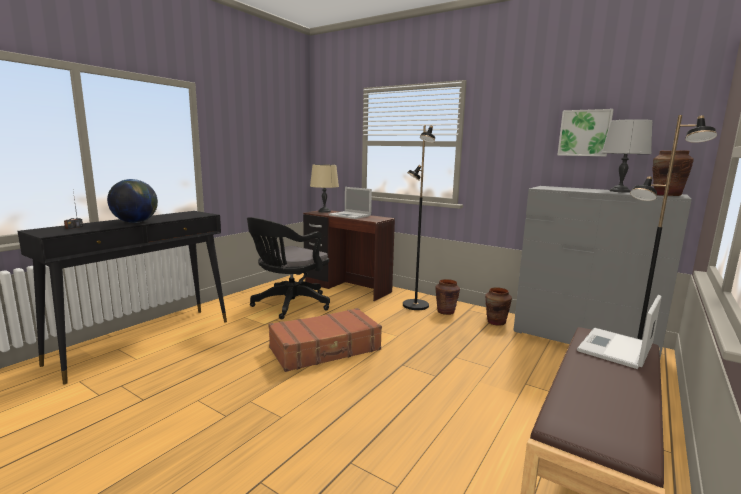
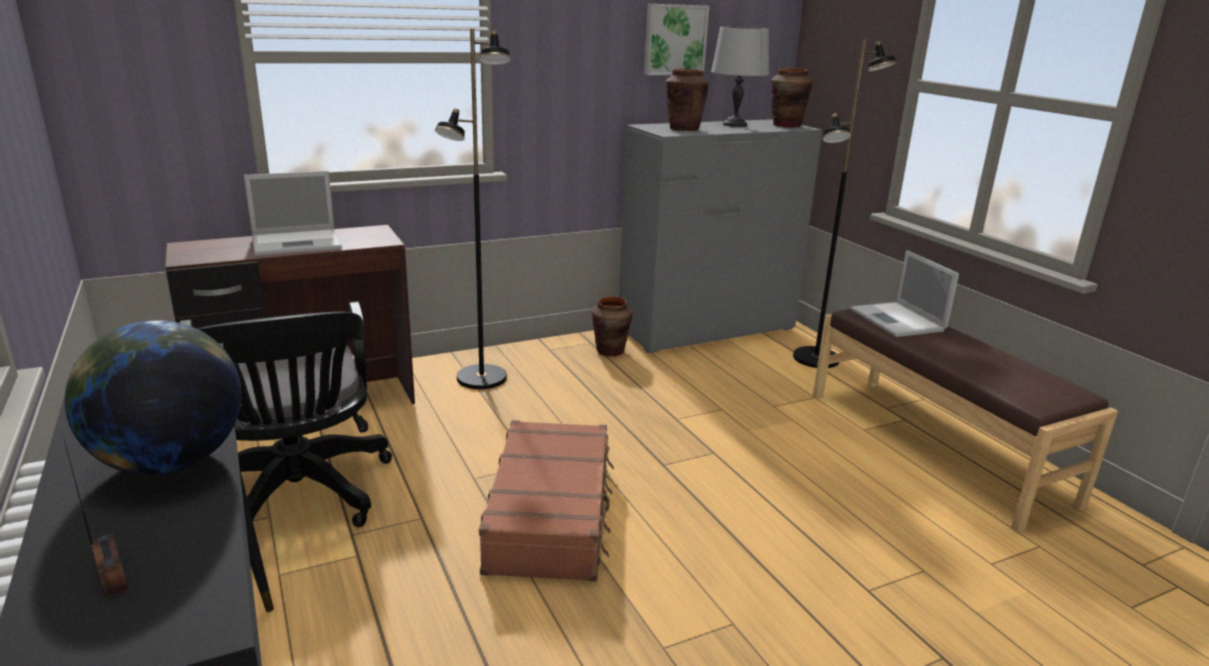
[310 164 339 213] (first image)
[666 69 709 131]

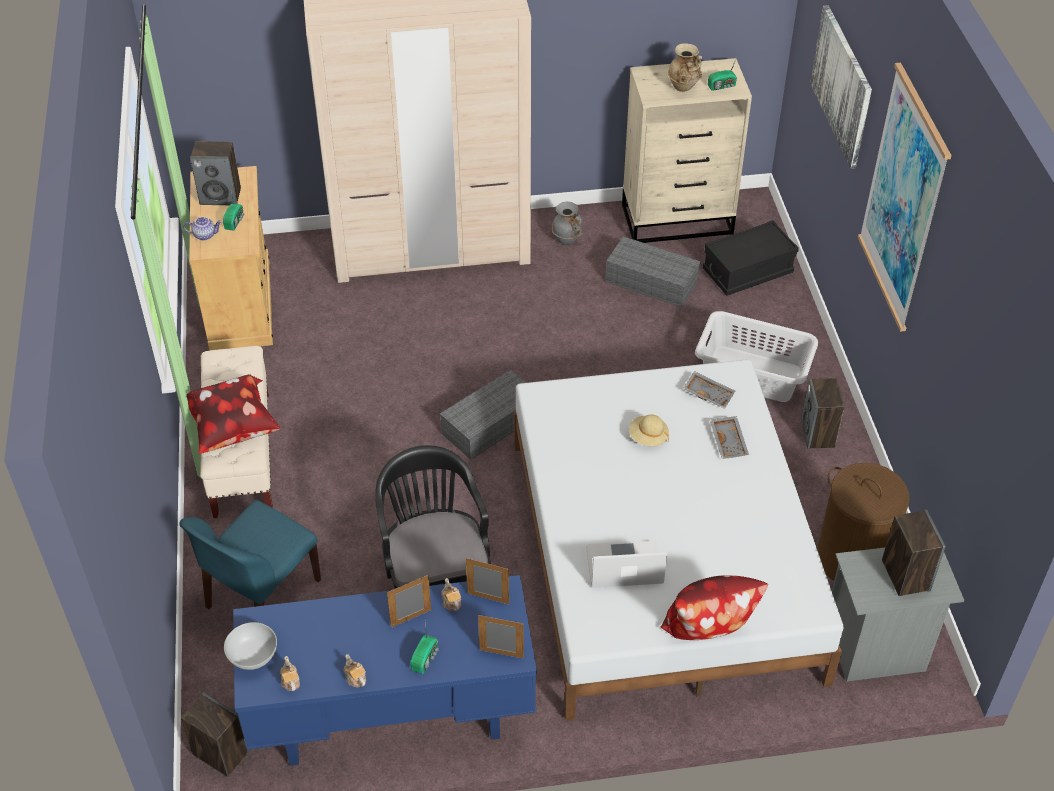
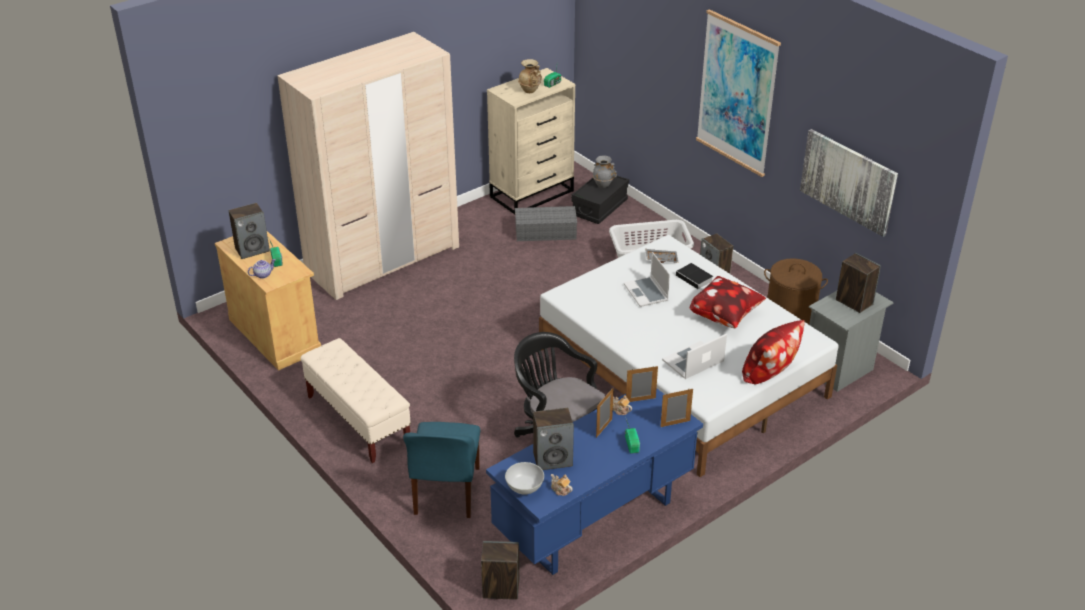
[344 654 366 687] (first image)
[440 369 527 460] (first image)
[533 408 574 470]
[690 276 766 328]
[593 155 617 188]
[800 129 898 237]
[624 252 670 307]
[676 263 713 289]

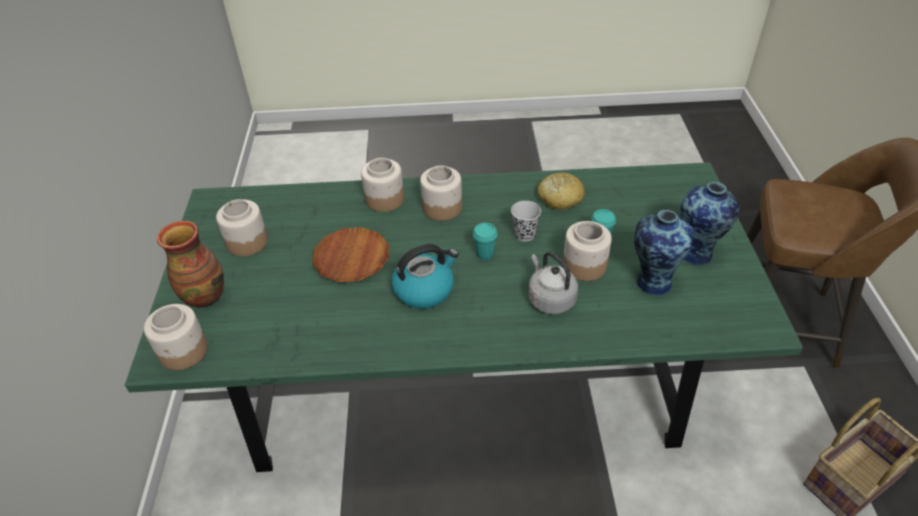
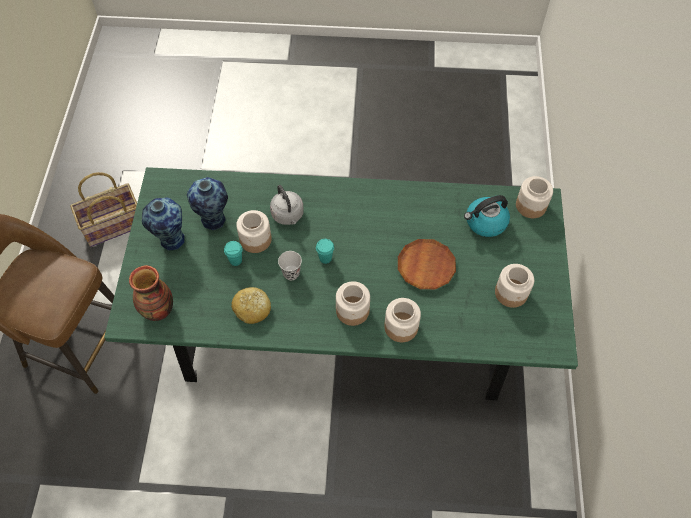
[129 265 173 321]
[464 195 510 237]

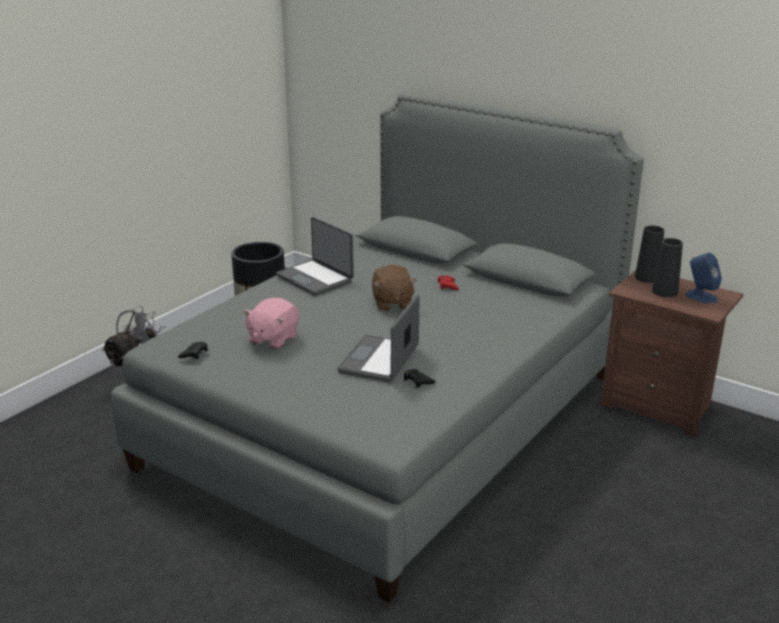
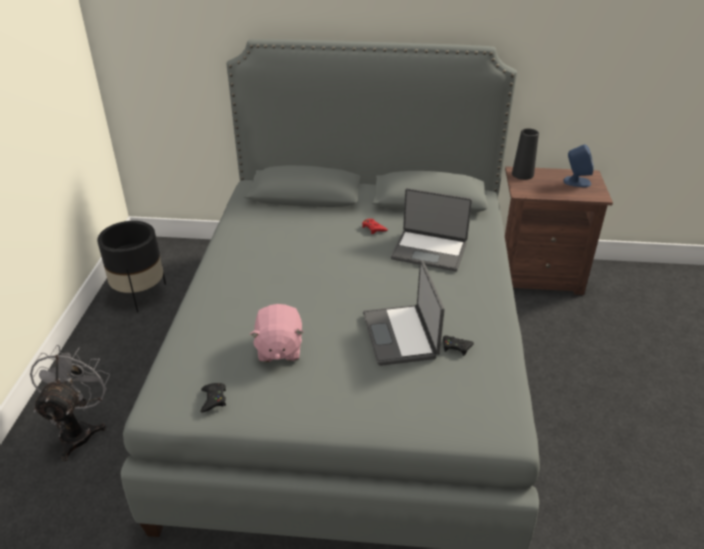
[372 265 417 311] (first image)
[652 238 683 297] (first image)
[391 188 472 271]

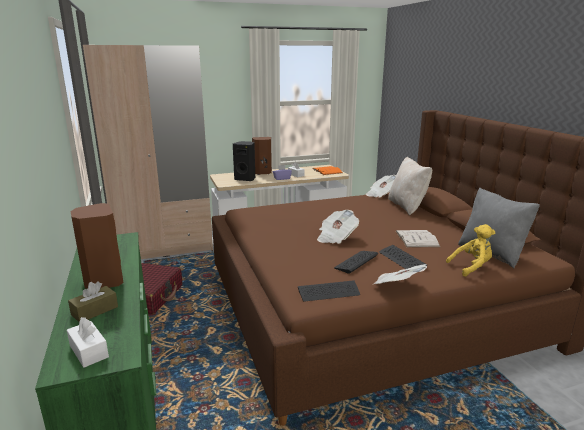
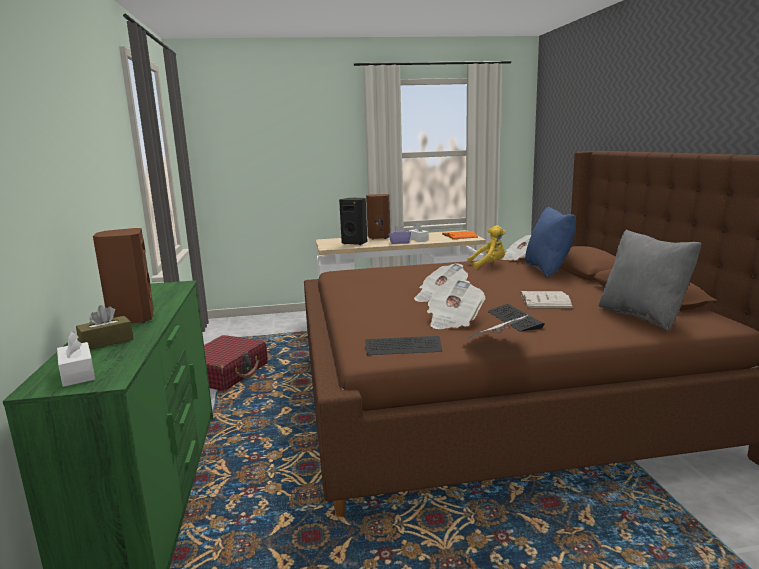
[83 45 213 259] (first image)
[467 225 506 270]
[427 280 485 329]
[525 207 576 278]

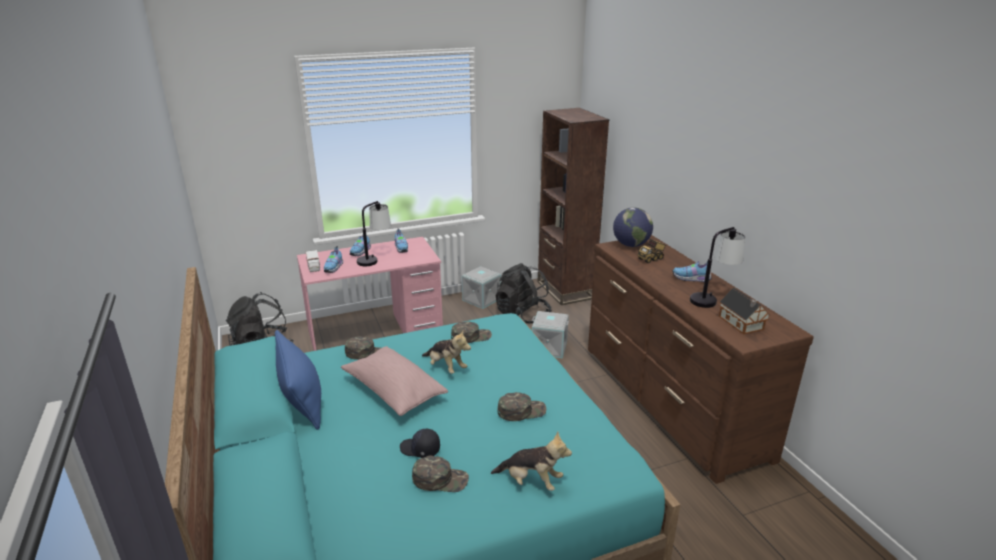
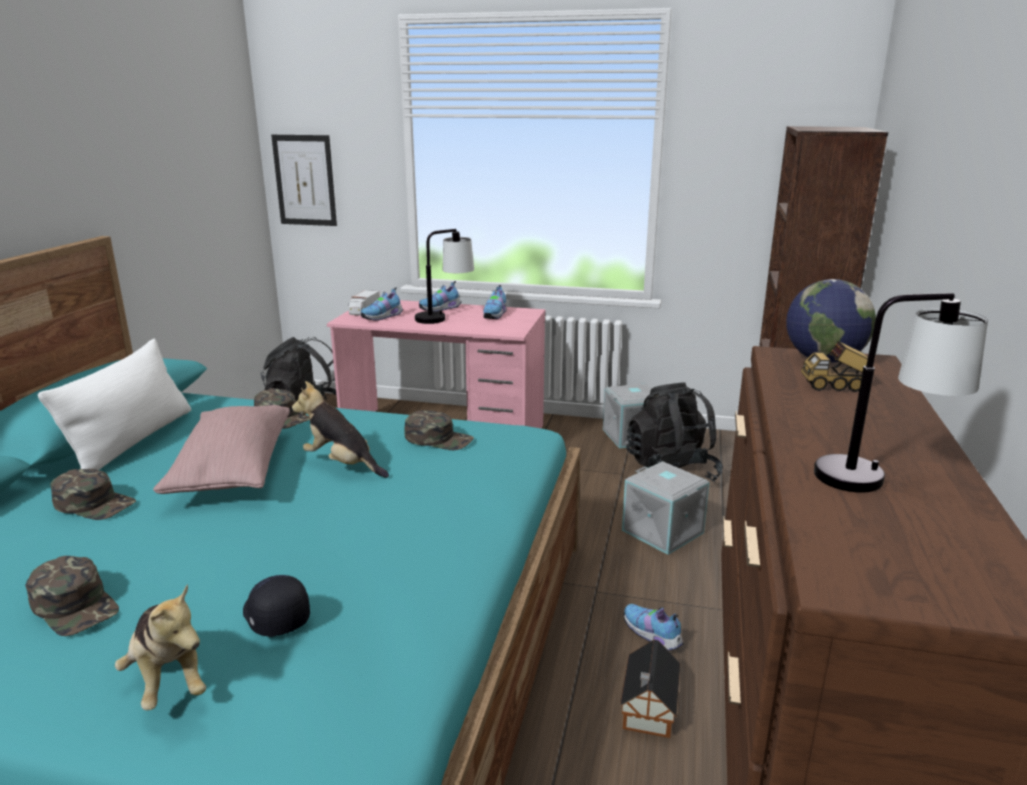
[271 135 337 226]
[243 575 310 637]
[50 469 136 520]
[624 604 684 651]
[620 640 681 738]
[38 339 191 470]
[292 381 389 478]

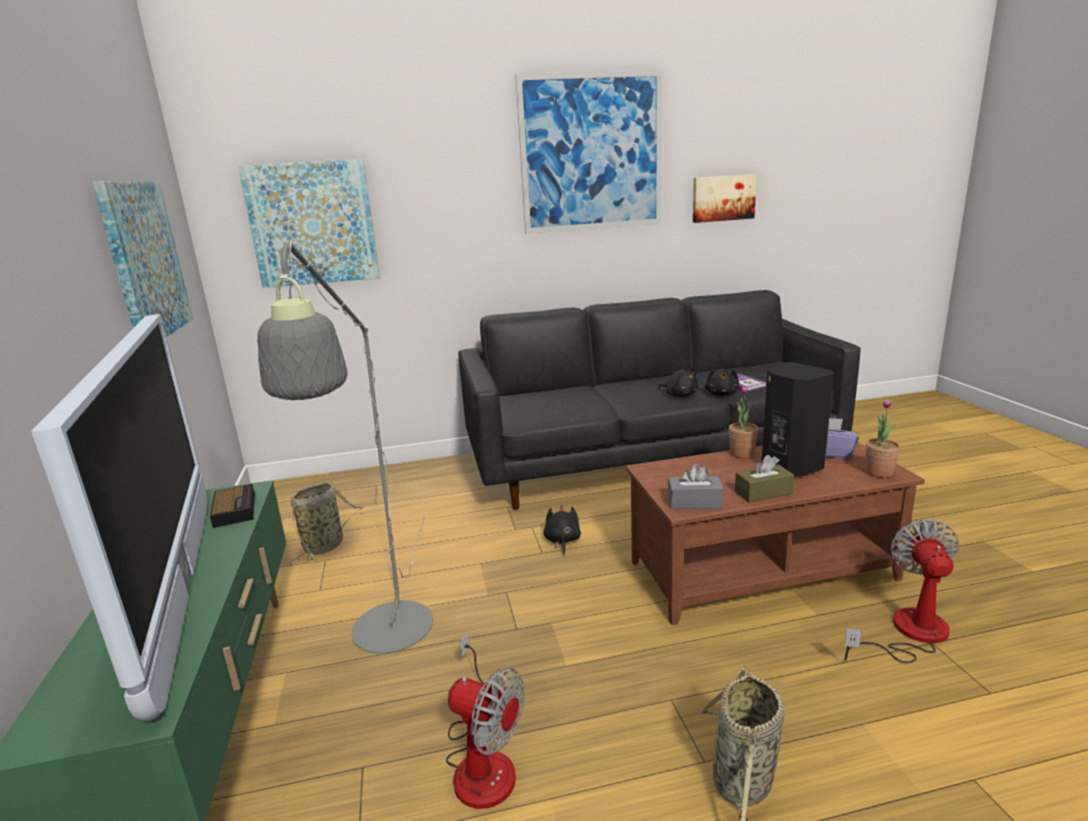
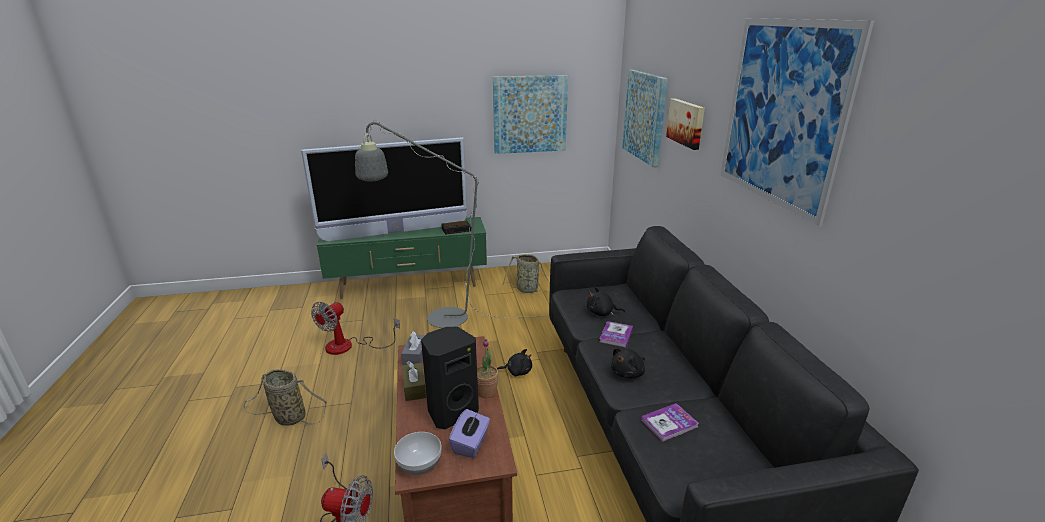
[599 321 633 347]
[666 98 705 150]
[587 287 625 316]
[394 432 441 475]

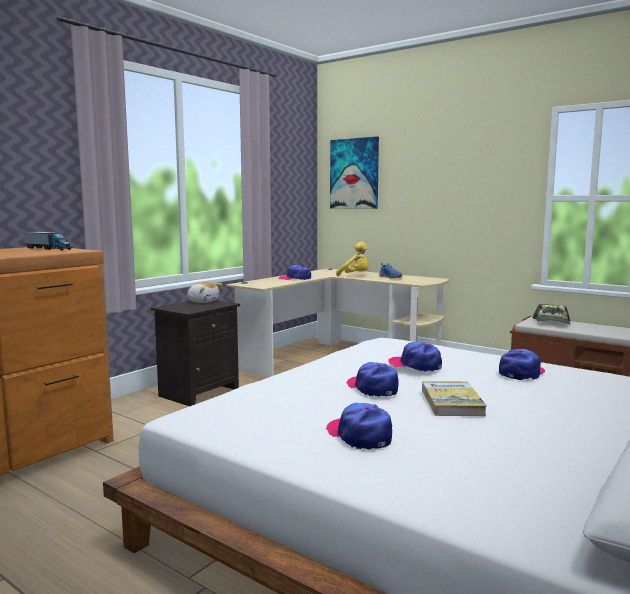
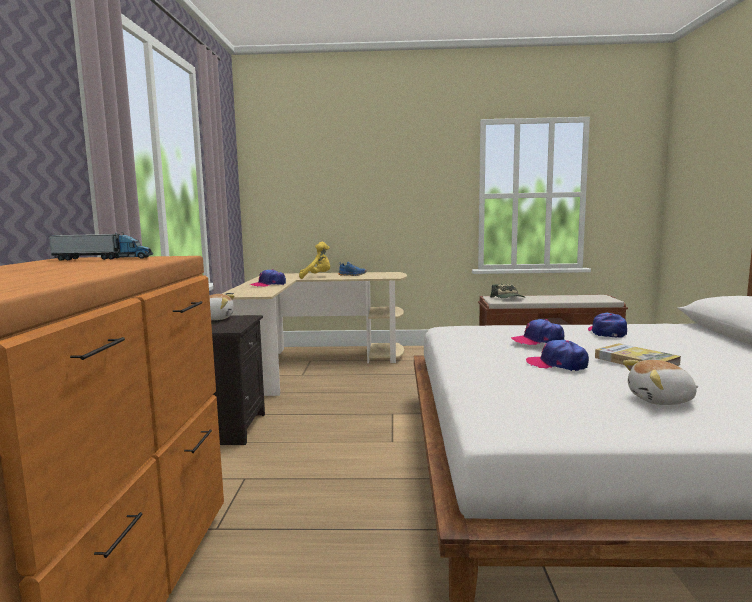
[330 136 379 209] (first image)
[623 360 699 405]

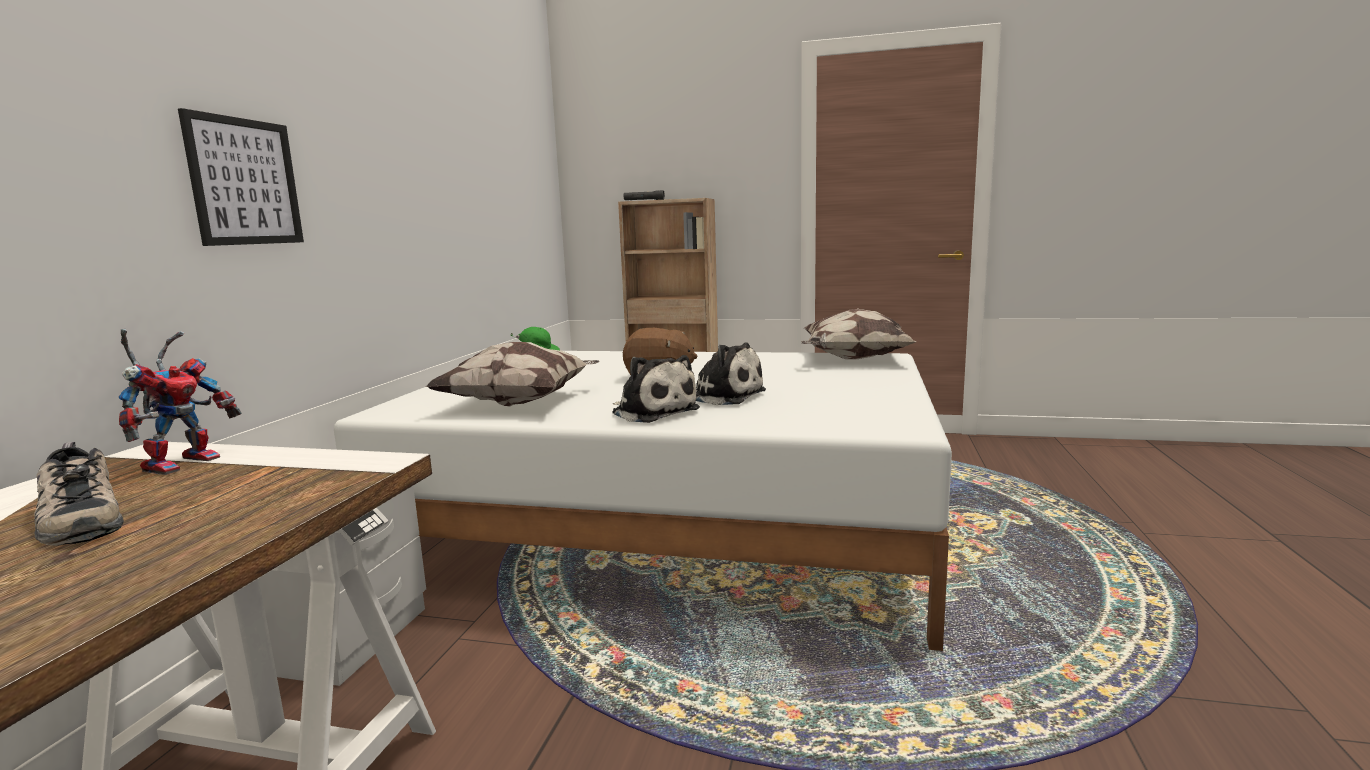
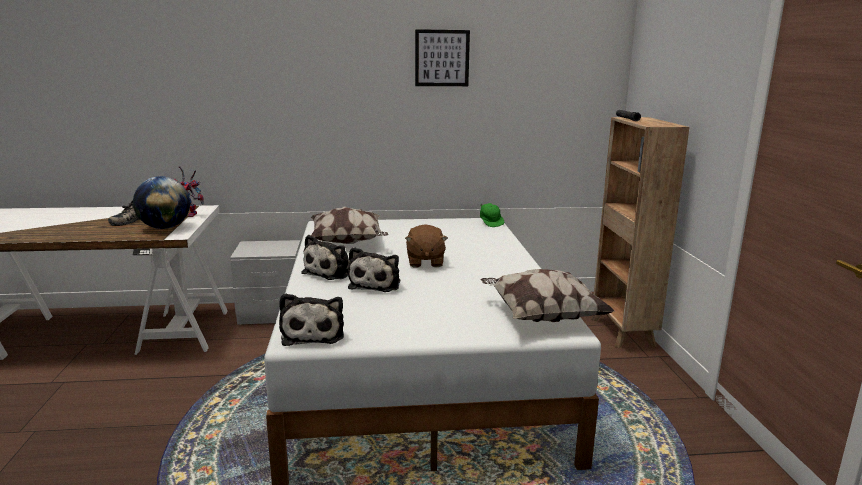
[133 176 190 229]
[279 293 344 346]
[415 29 470 86]

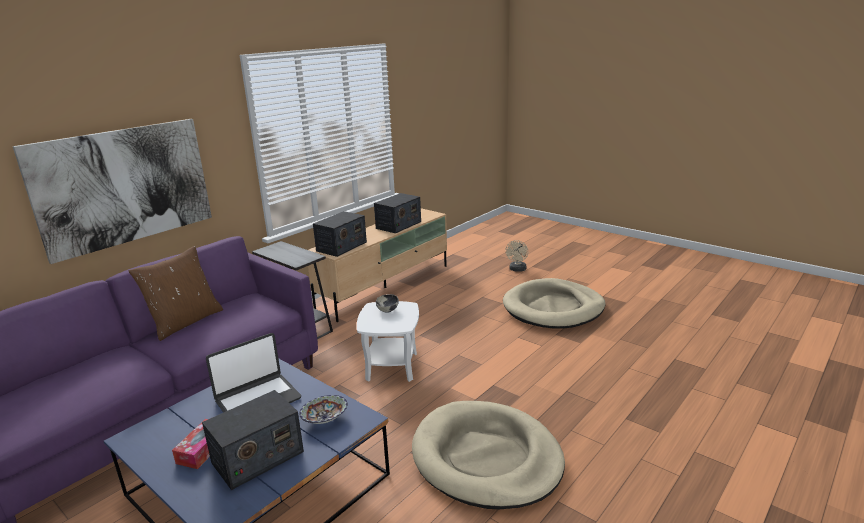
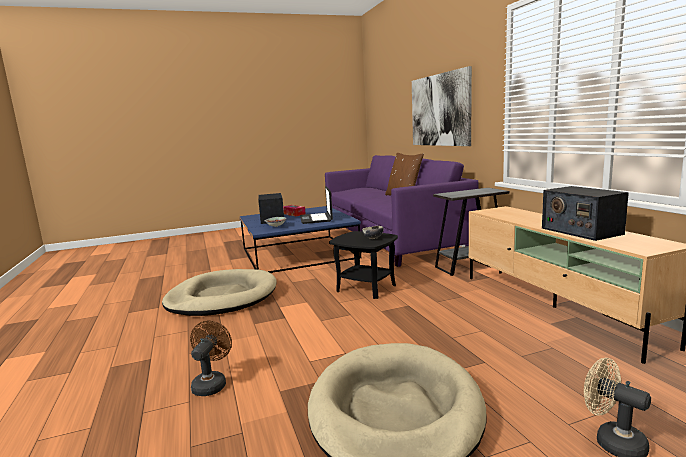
[313 211 367 257] (first image)
[190 320 232 396]
[329 231 398 299]

